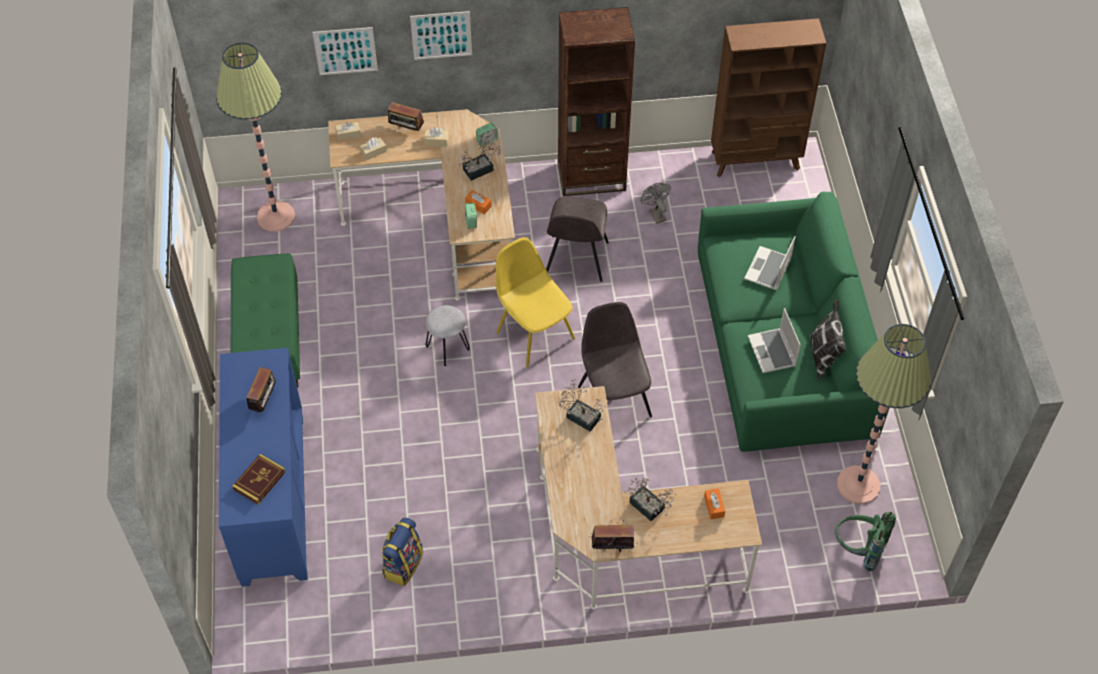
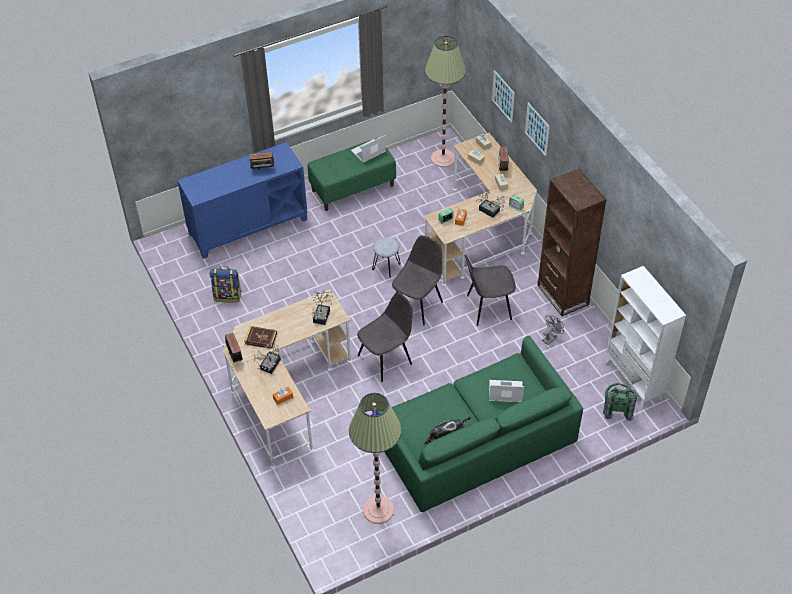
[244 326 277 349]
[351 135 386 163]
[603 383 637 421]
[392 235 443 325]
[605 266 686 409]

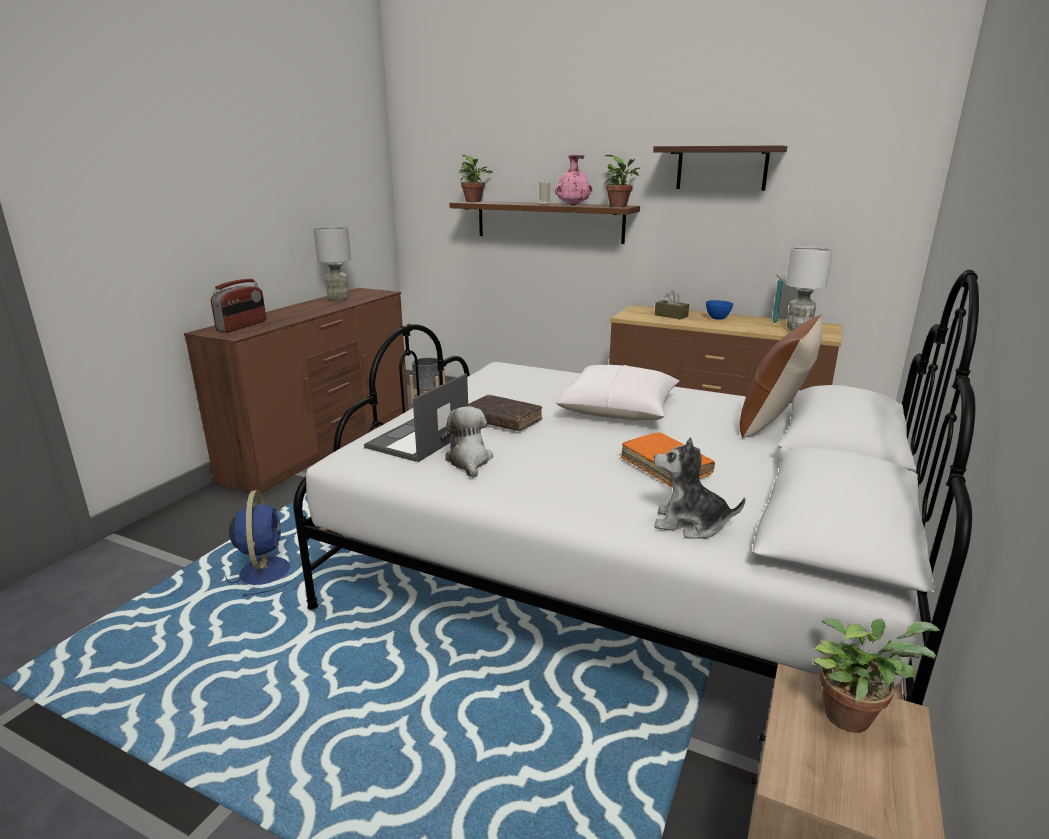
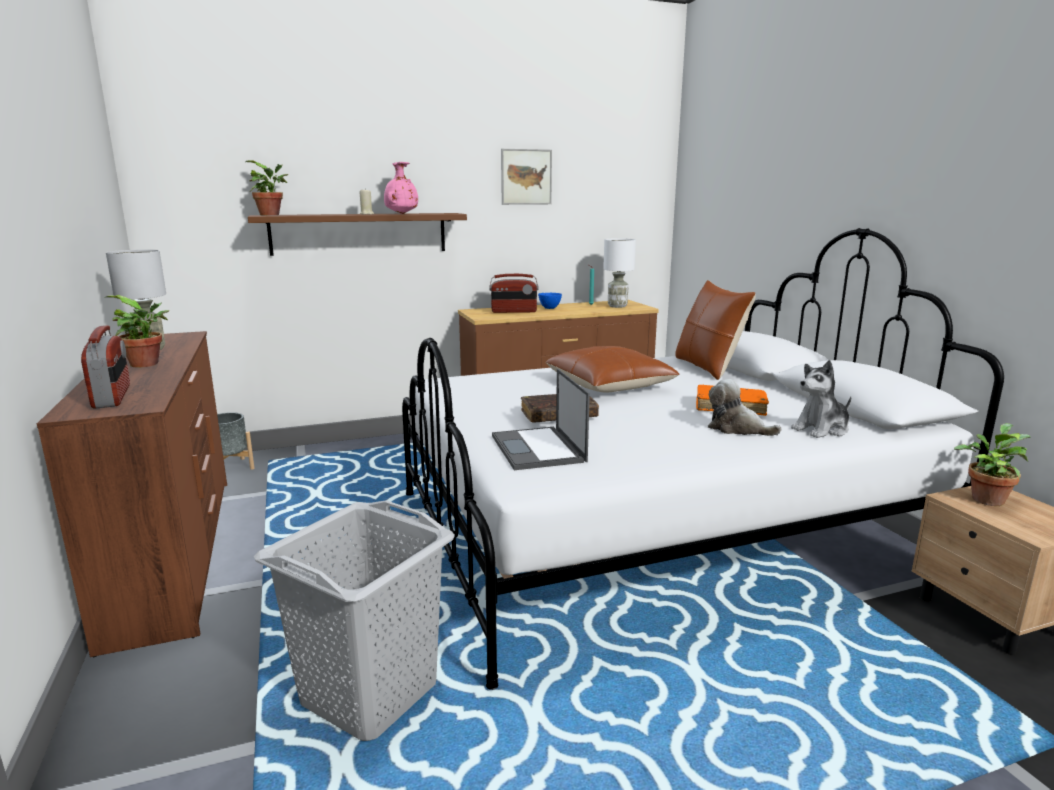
[708 379 782 436]
[106 295 169 368]
[254 500 455 741]
[501 149 552 205]
[489 274 538 313]
[546 346 680 393]

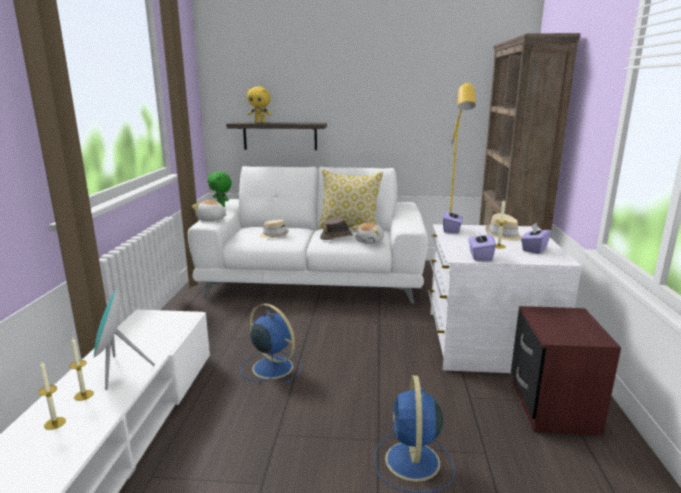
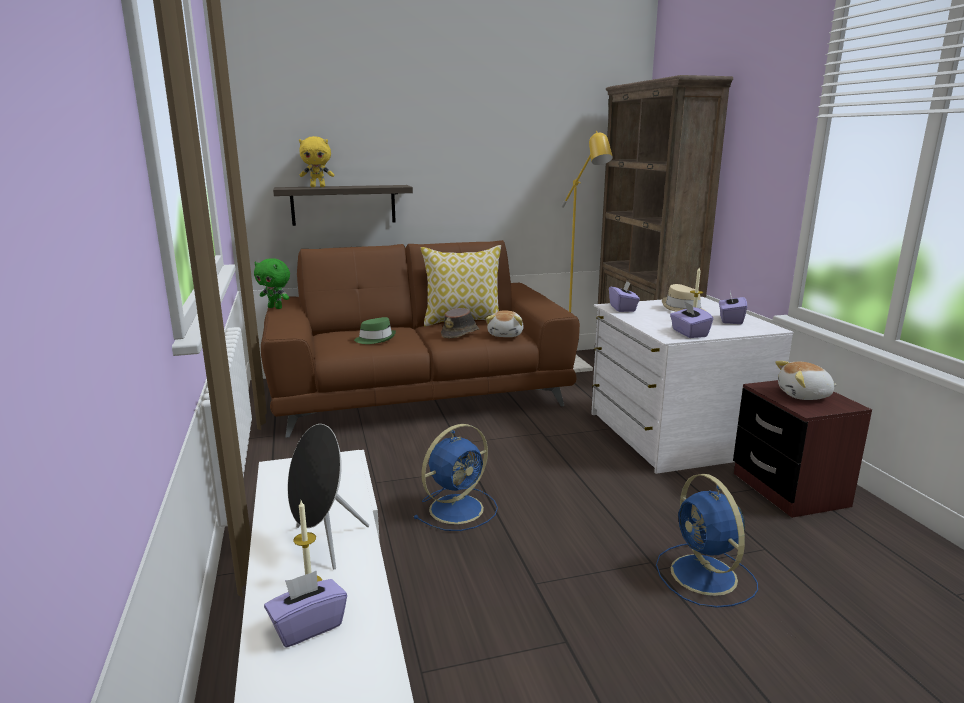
[775 361 837 400]
[264 571 347 647]
[288 424 369 569]
[261 240 580 438]
[354 317 396 344]
[413 424 498 531]

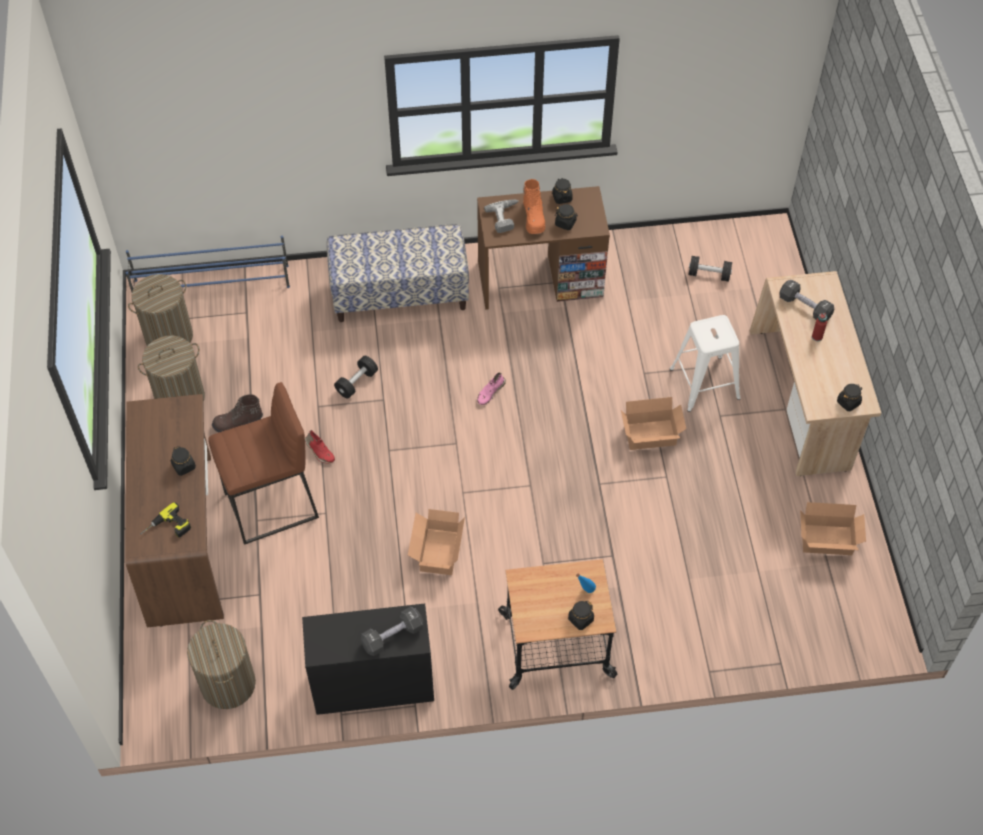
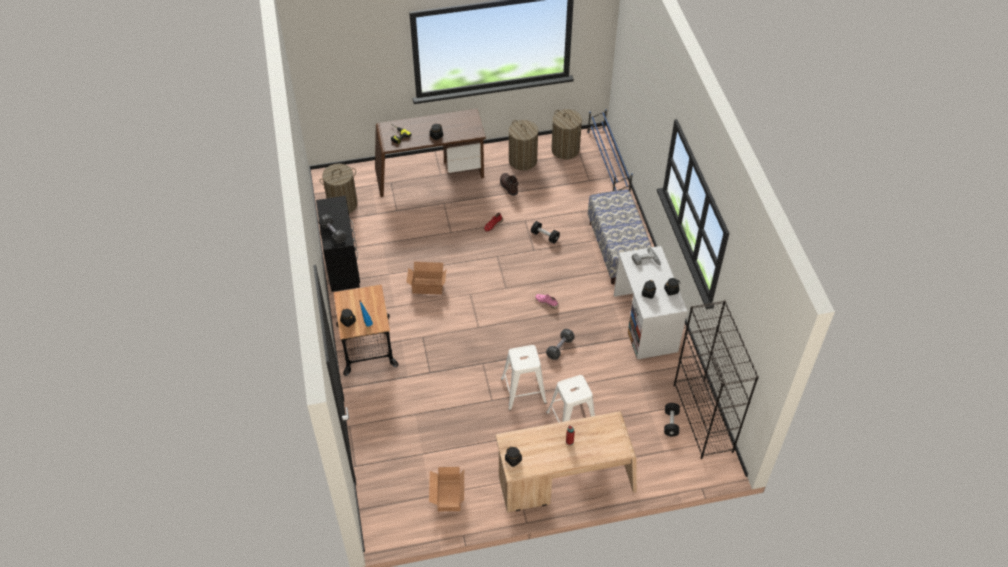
[208 382 319 545] (first image)
[523 179 545 234] (first image)
[674 300 759 459]
[546 329 575 360]
[501 345 547 410]
[614 246 687 359]

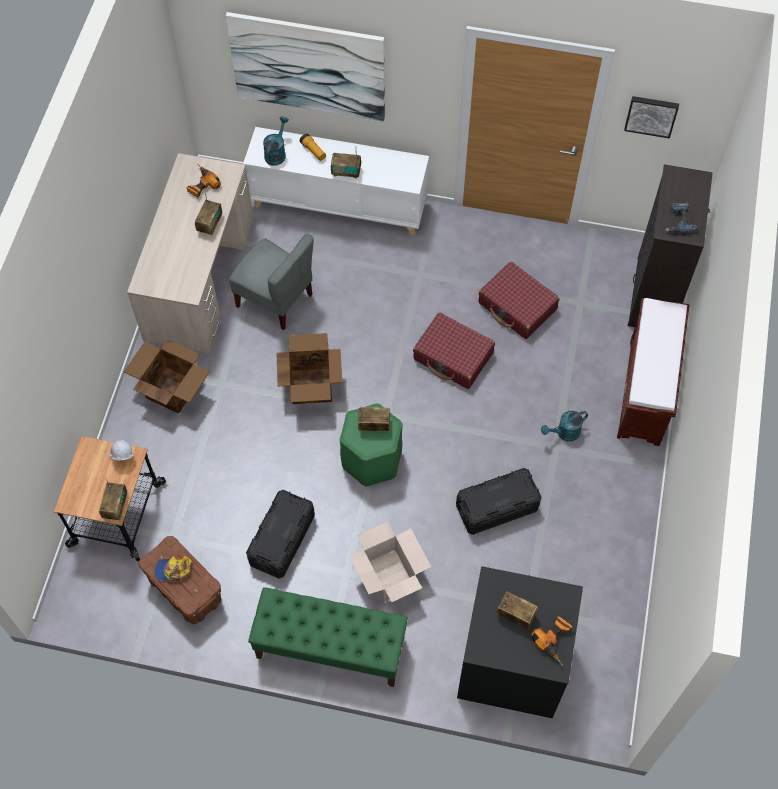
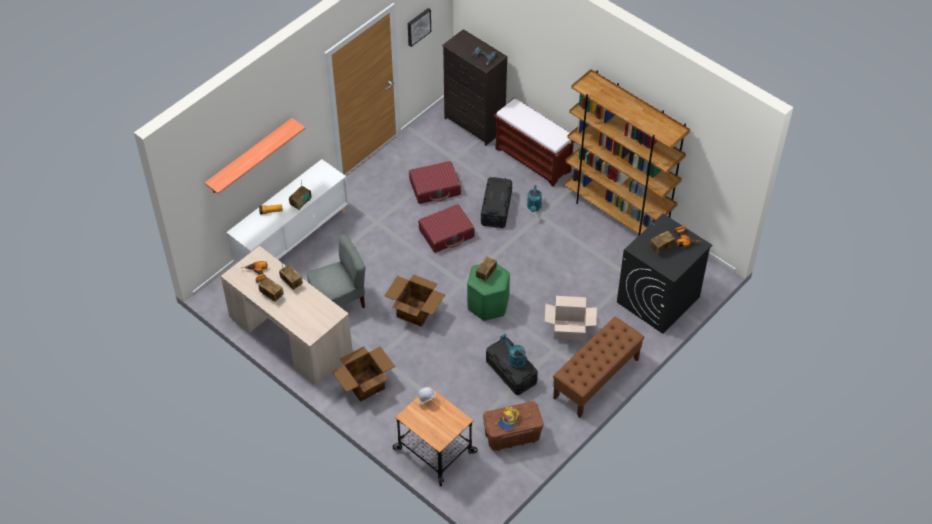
[564 69 690 236]
[258 277 283 302]
[500 334 527 369]
[481 177 512 228]
[205 118 306 194]
[553 317 644 418]

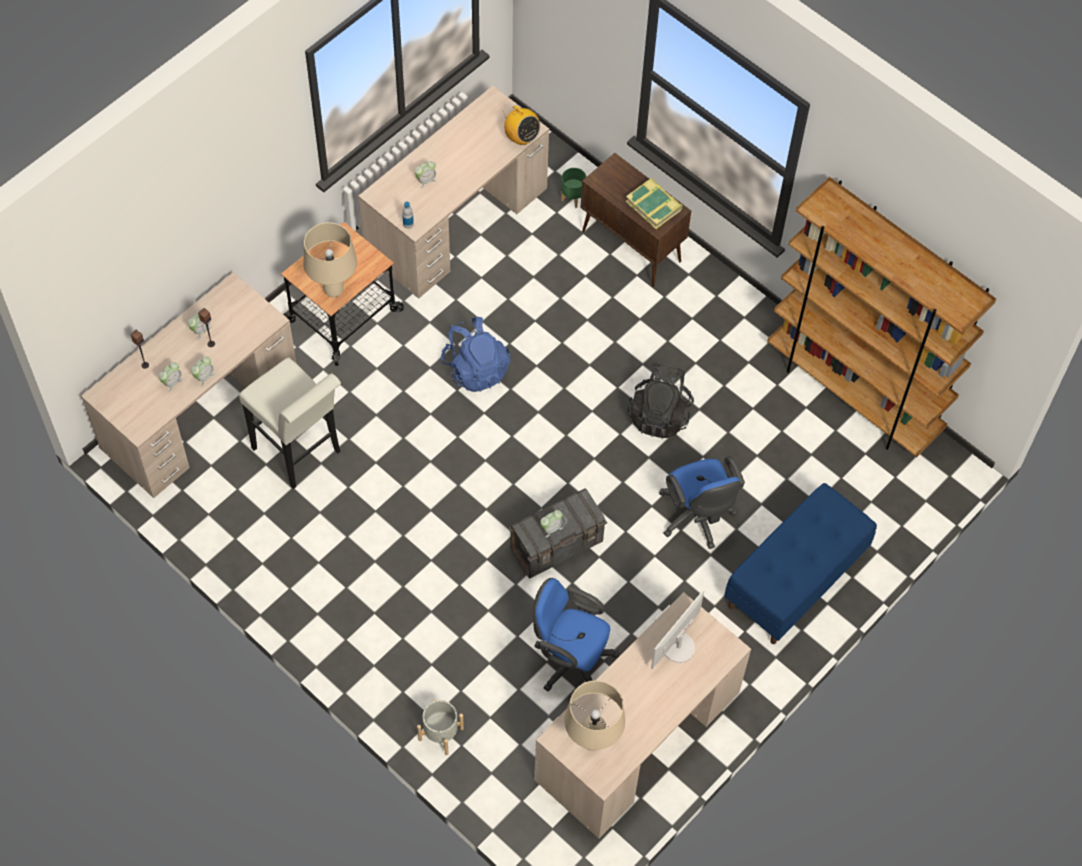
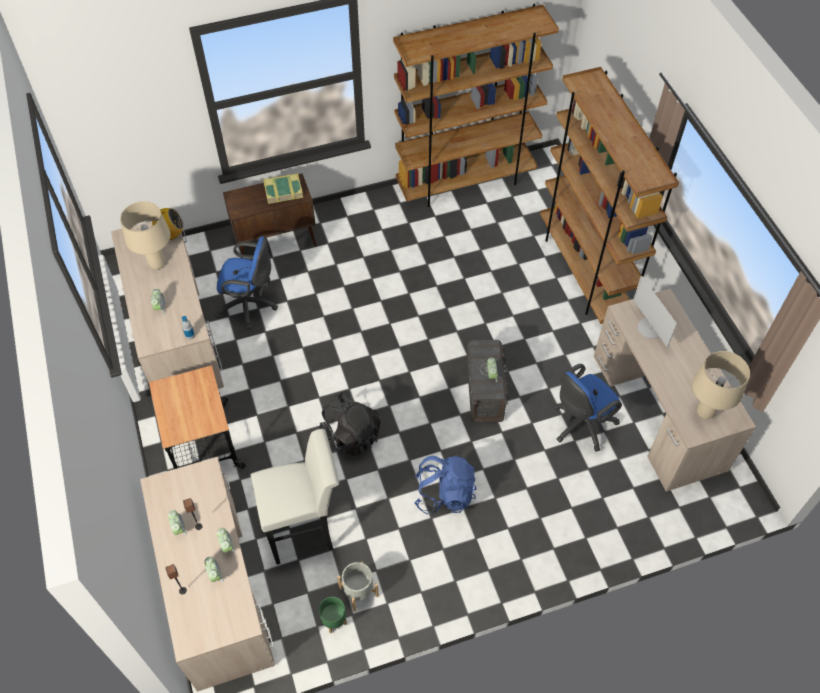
[120 201 171 270]
[337 561 379 611]
[414 456 476 514]
[319 597 347 634]
[319 391 381 456]
[215 236 278 330]
[540 67 679 324]

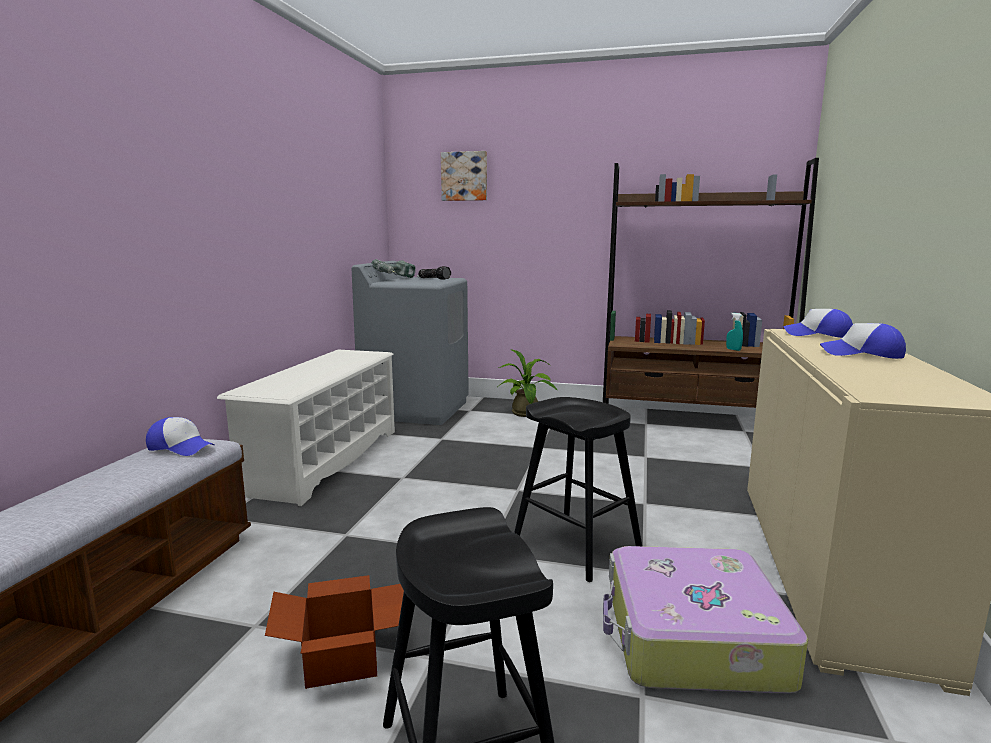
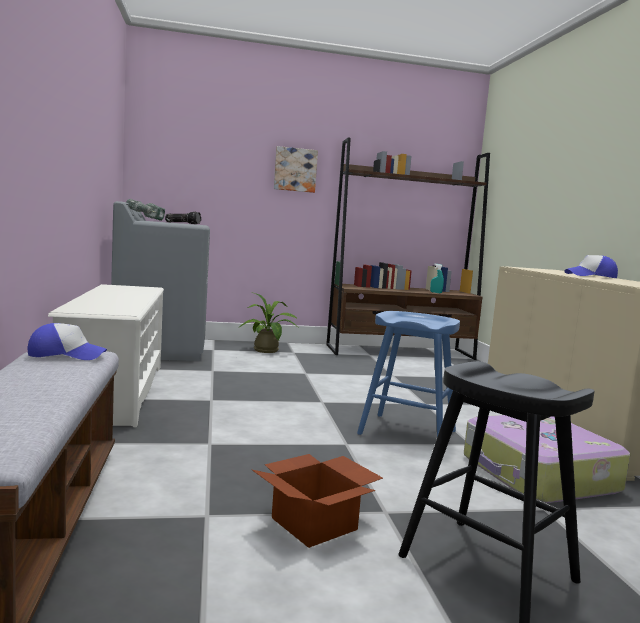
[783 309 853 338] (first image)
[274 146 318 193]
[357 311 460 437]

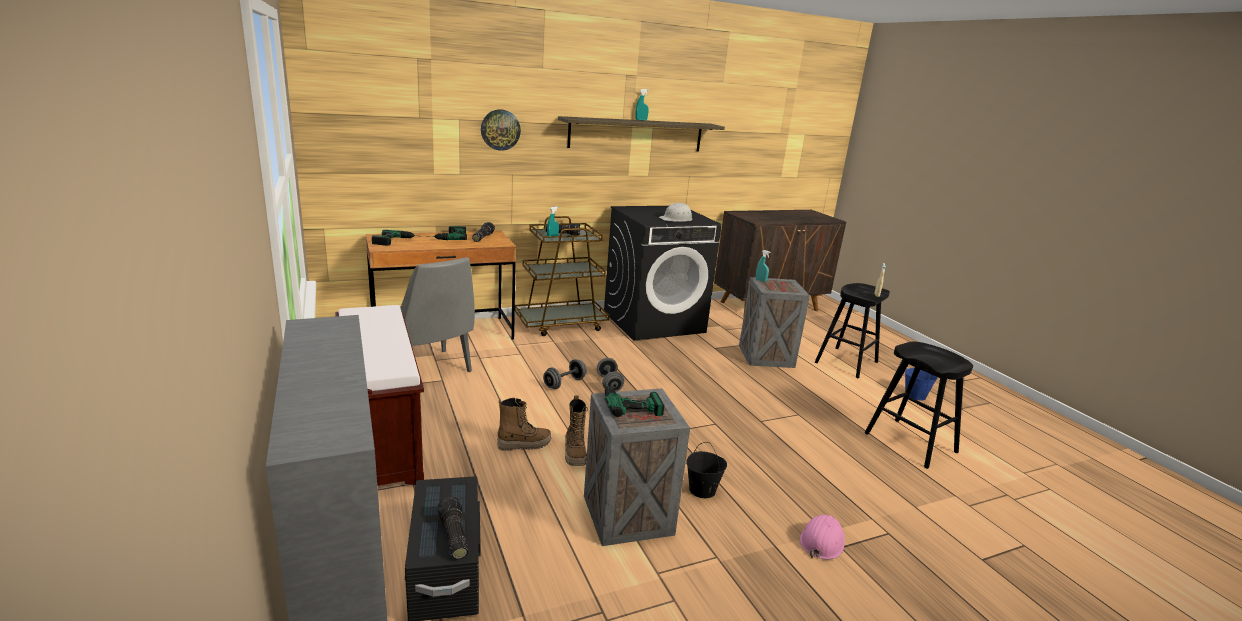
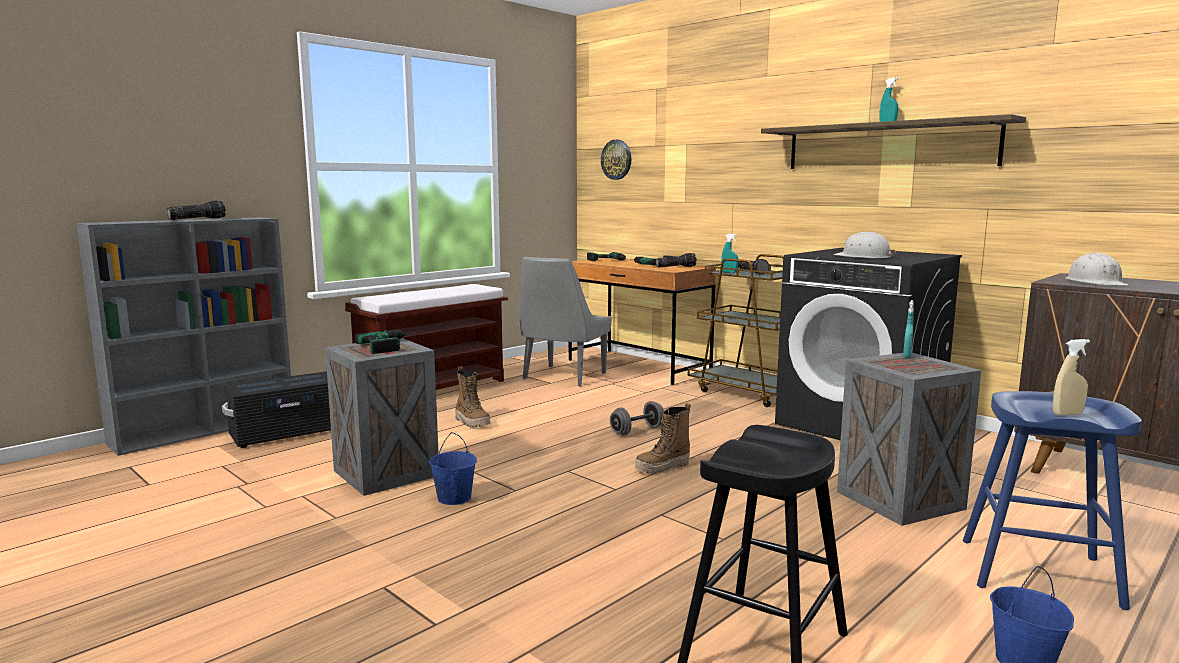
[543 359 587 389] (first image)
[800 515 845 559] (first image)
[1065 253 1128 286]
[167 201 226 220]
[601 140 632 180]
[635 403 691 474]
[429 432 477 505]
[963 391 1142 610]

